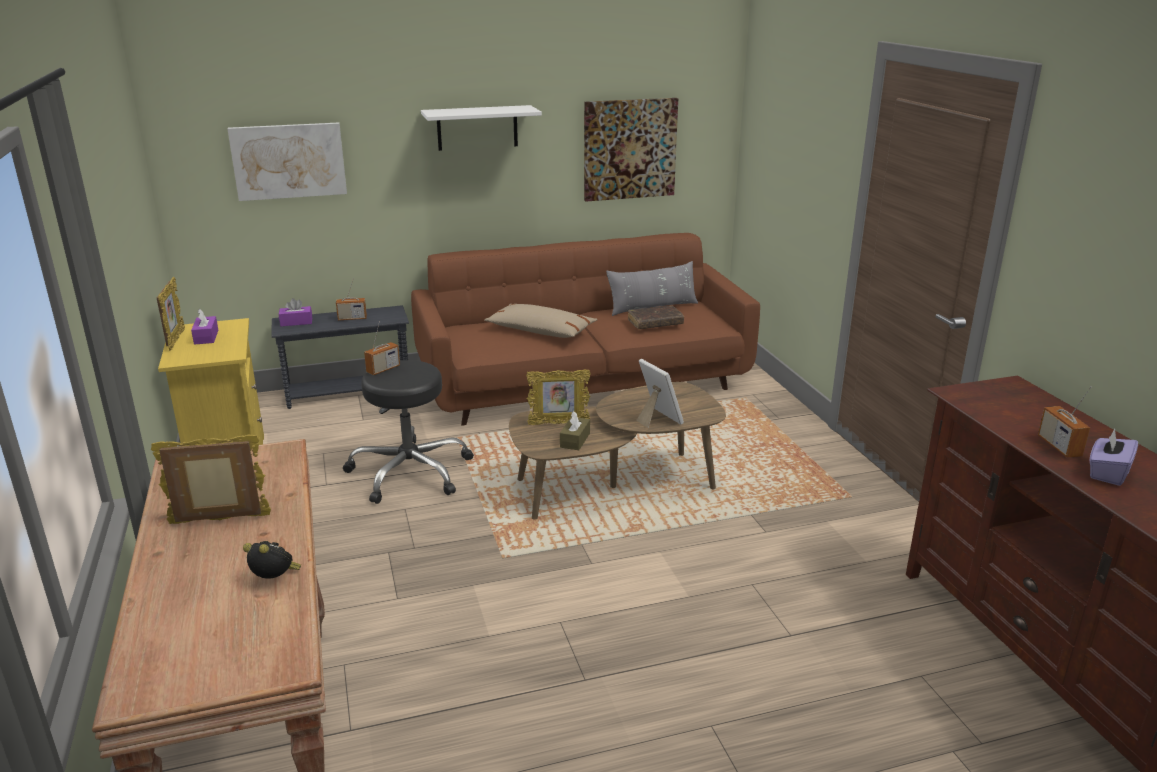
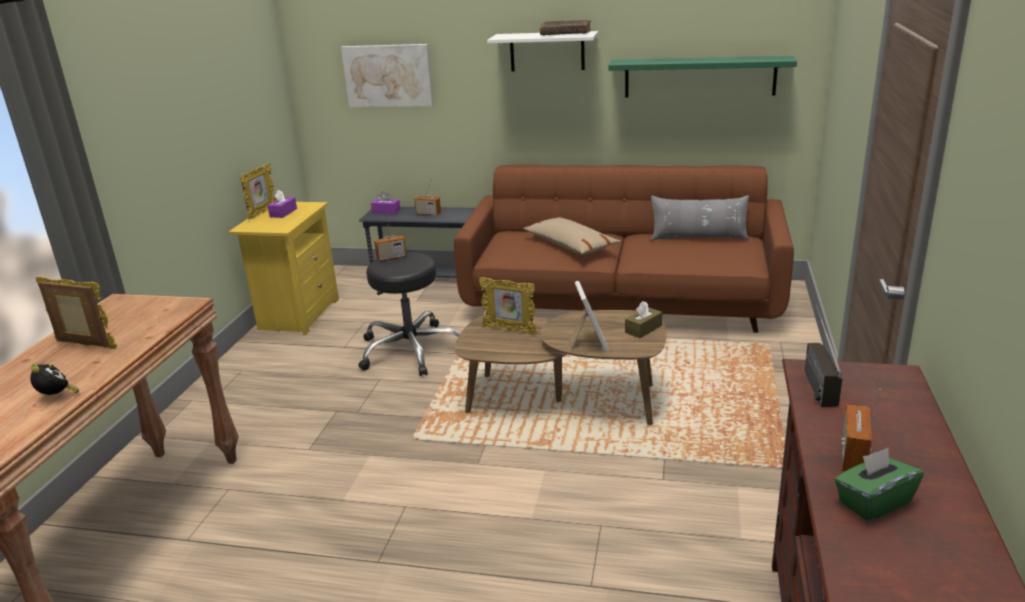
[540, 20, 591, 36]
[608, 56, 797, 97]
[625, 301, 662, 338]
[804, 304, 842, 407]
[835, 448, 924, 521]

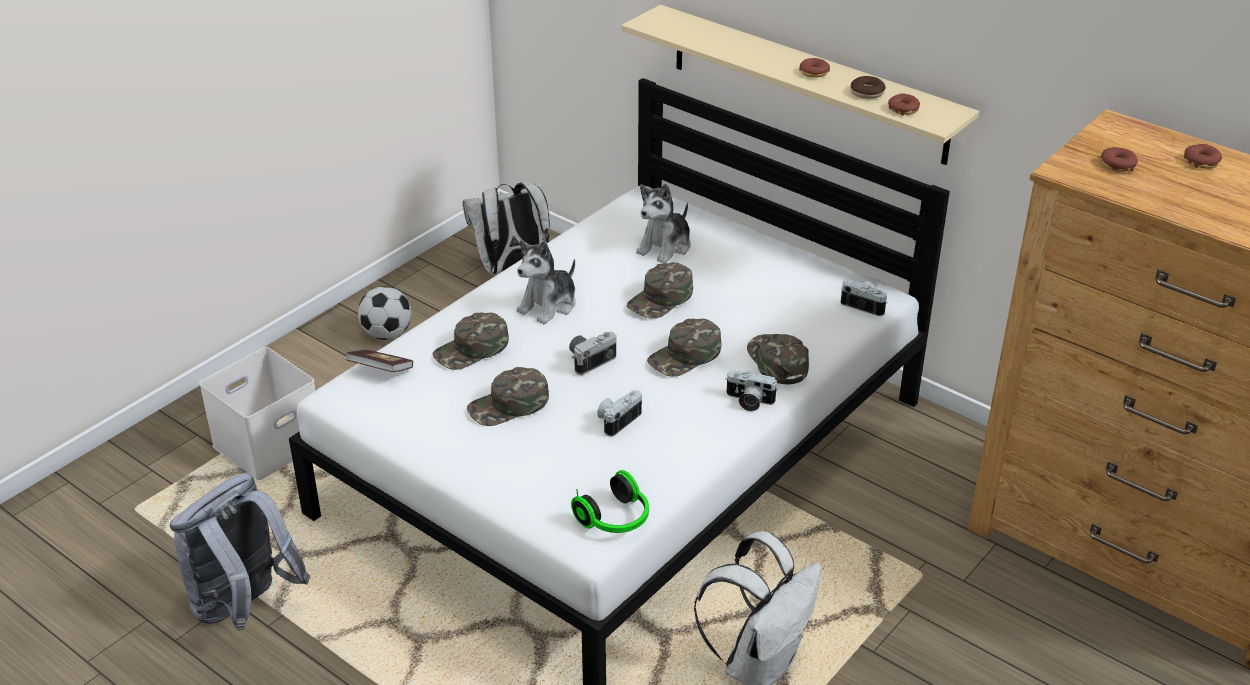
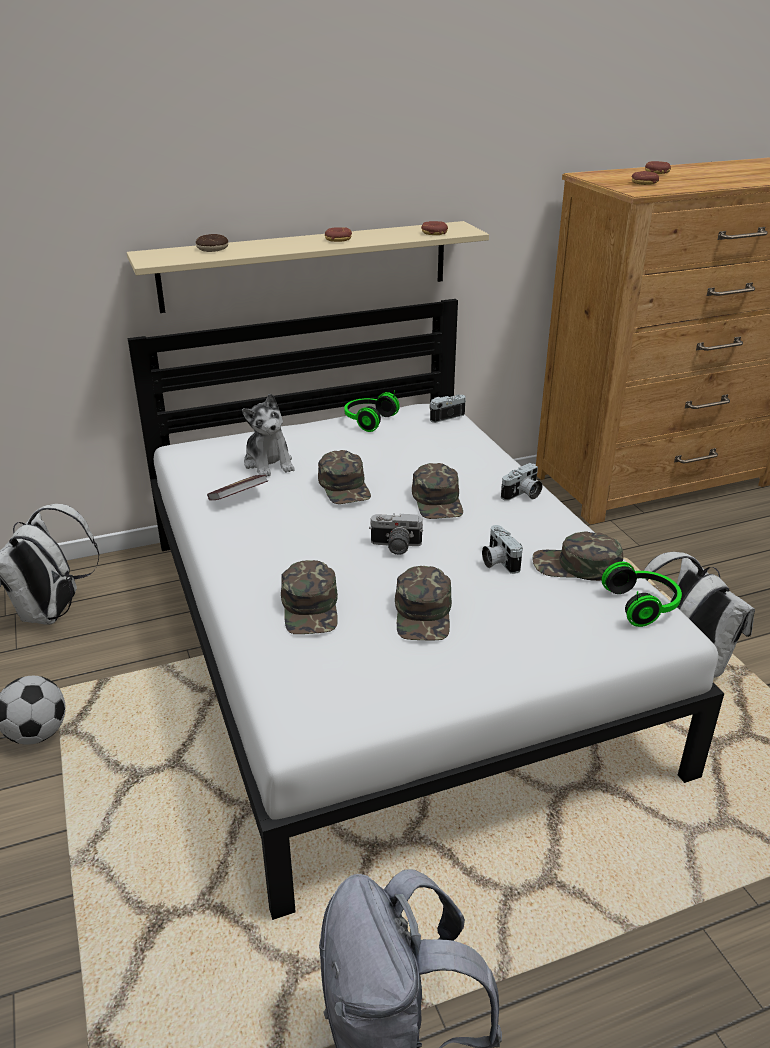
[196, 234, 228, 252]
[207, 475, 268, 500]
[344, 390, 400, 432]
[369, 513, 423, 555]
[533, 532, 623, 581]
[199, 347, 315, 480] (first image)
[516, 240, 576, 324] (first image)

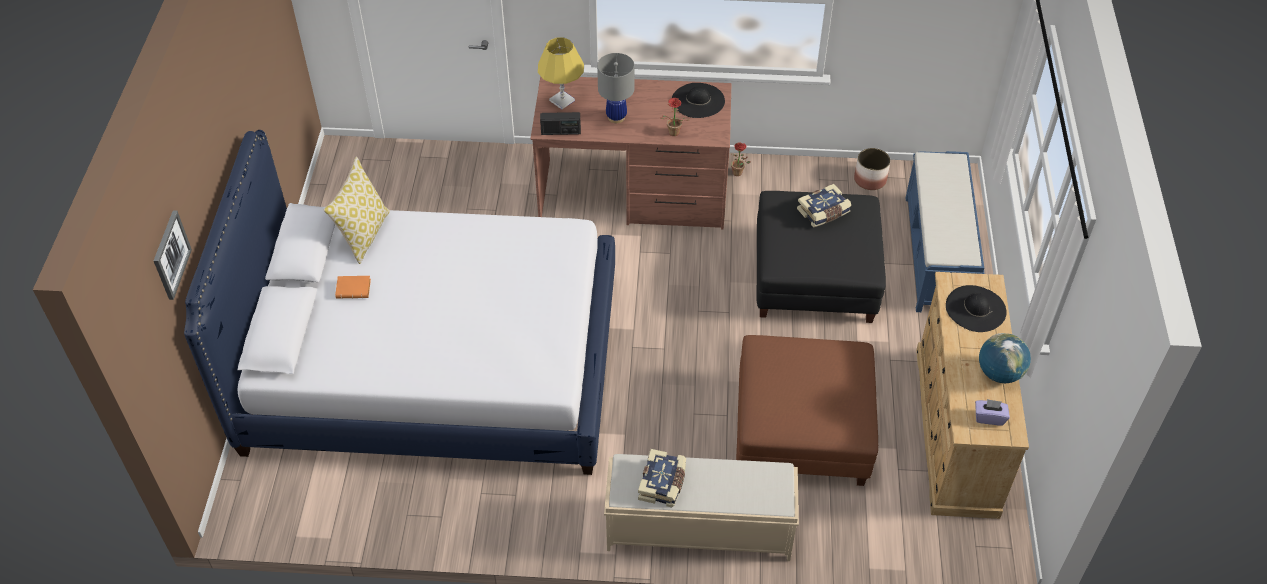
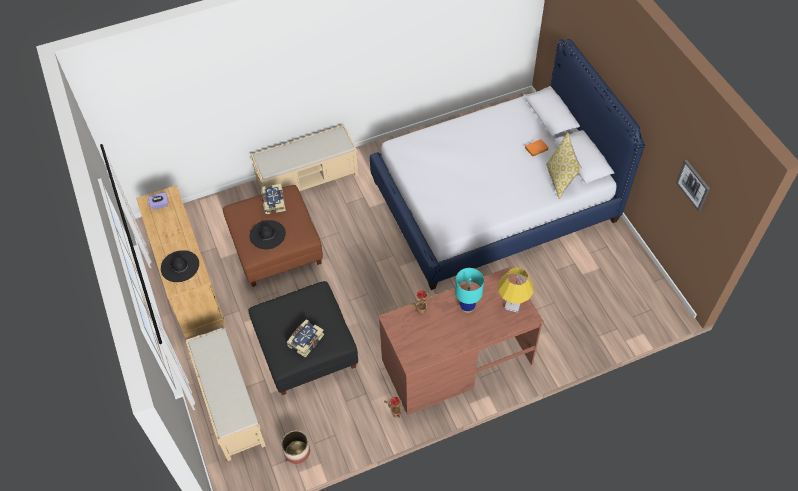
[186, 328, 266, 461]
[250, 220, 286, 249]
[261, 184, 286, 214]
[455, 268, 484, 313]
[676, 160, 710, 211]
[540, 112, 581, 135] (first image)
[979, 333, 1031, 383] (first image)

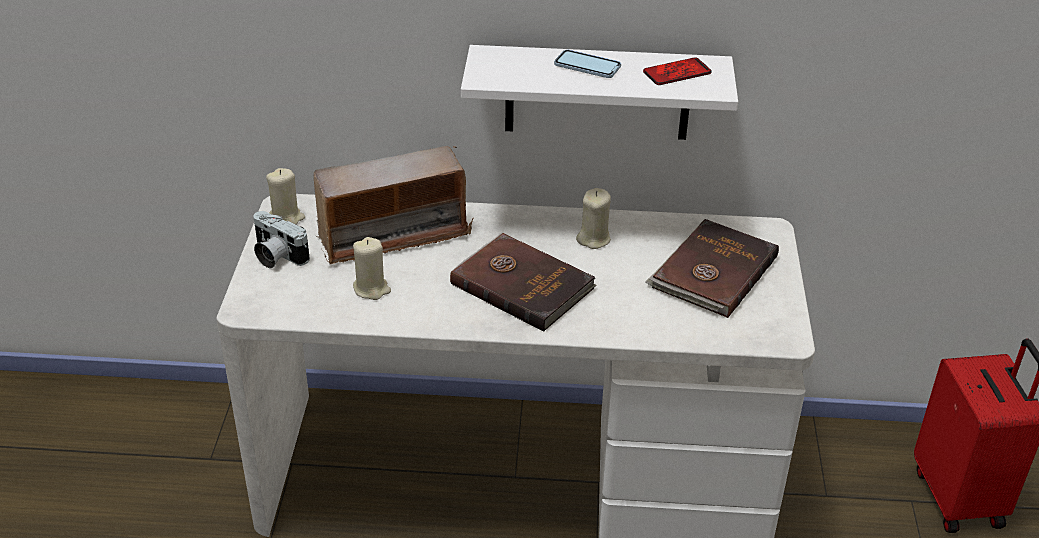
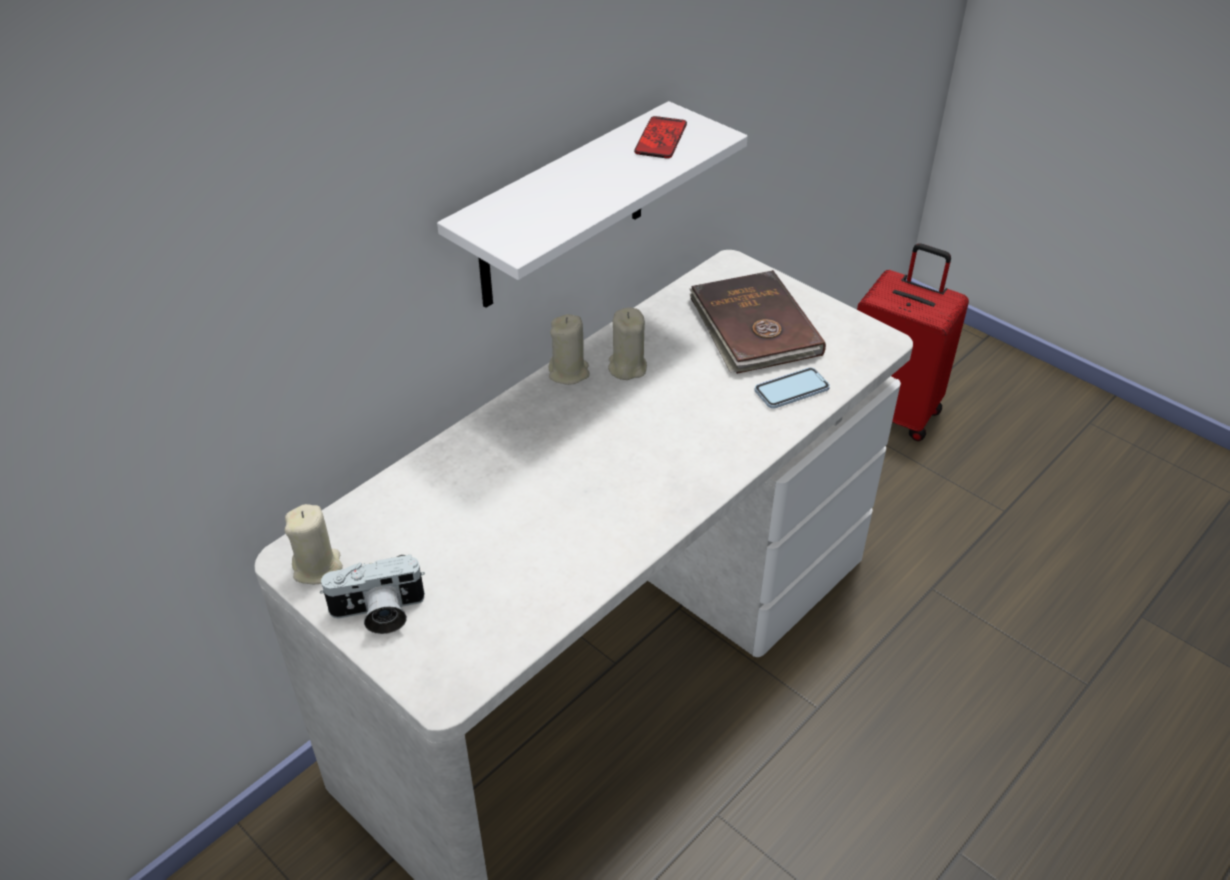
[549, 314, 590, 385]
[755, 368, 830, 409]
[314, 146, 473, 264] (first image)
[450, 232, 596, 332] (first image)

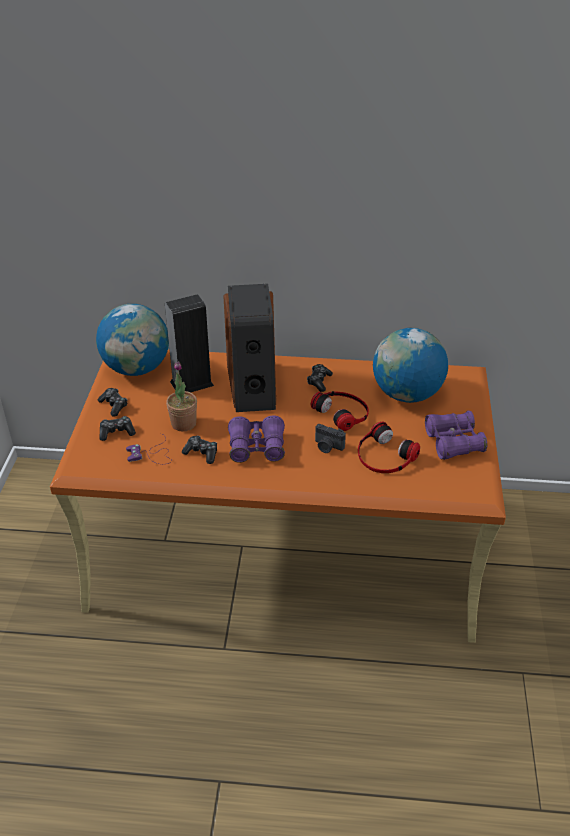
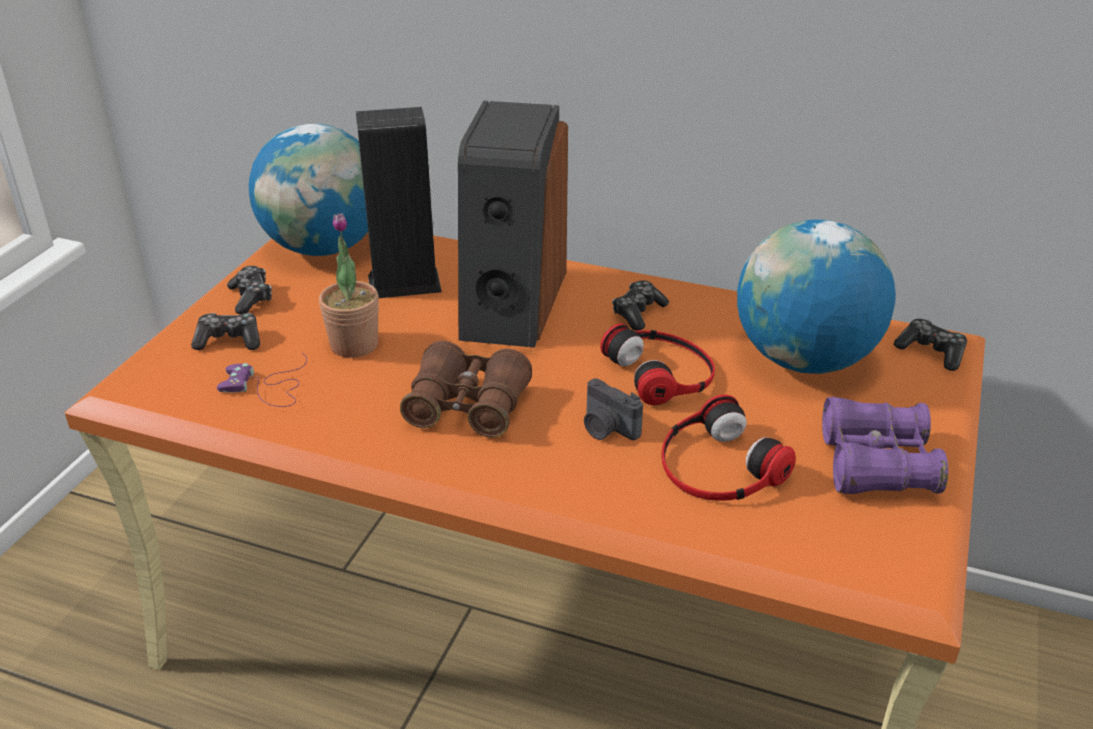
[400, 341, 532, 438]
[894, 319, 967, 371]

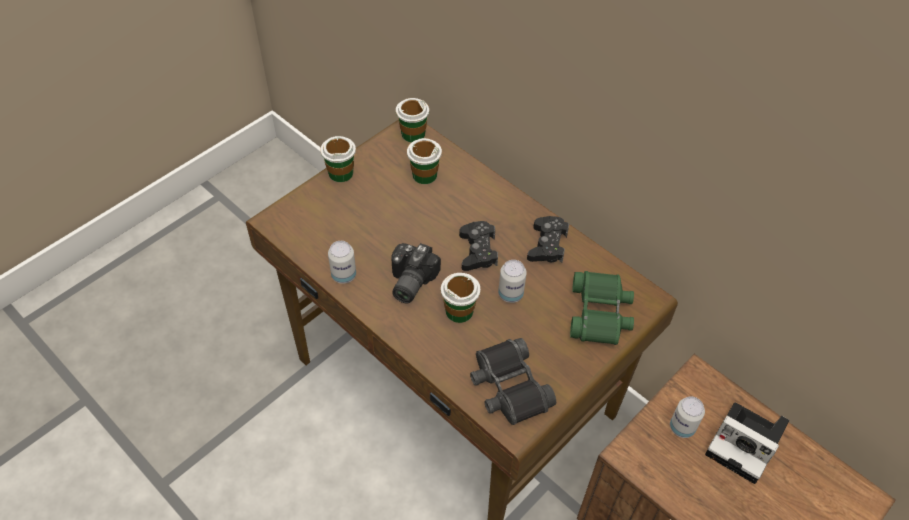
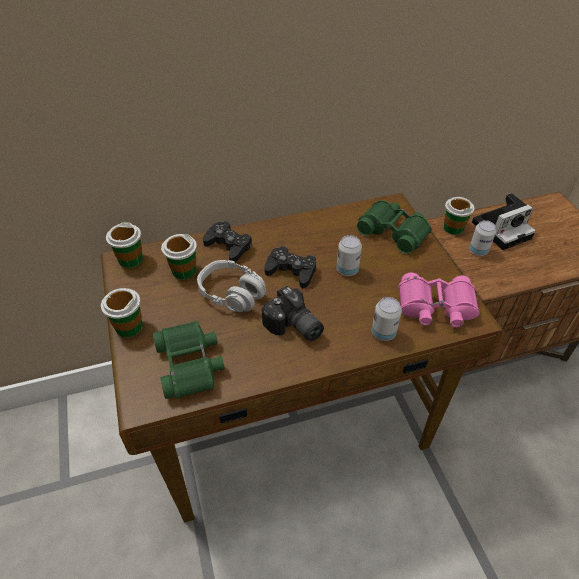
[153, 321, 225, 399]
[197, 260, 266, 312]
[203, 221, 252, 262]
[372, 297, 402, 341]
[399, 273, 480, 327]
[444, 197, 474, 235]

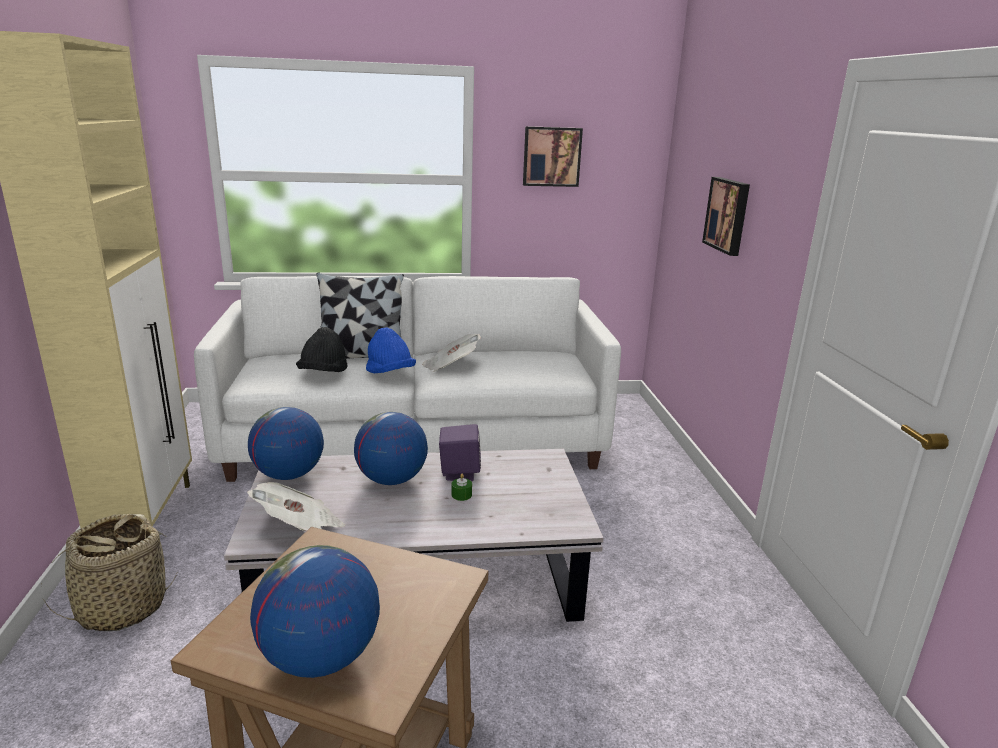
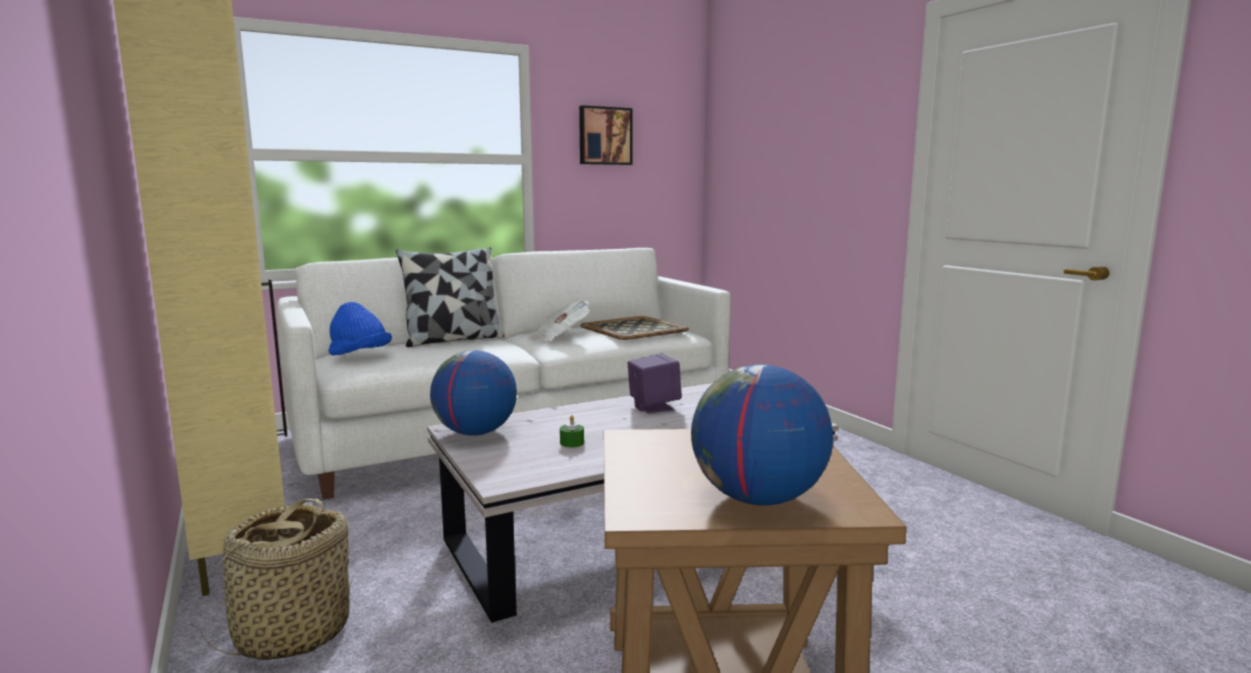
[329, 302, 392, 355]
[560, 415, 584, 448]
[581, 316, 689, 340]
[247, 482, 346, 531] (first image)
[296, 327, 347, 372] (first image)
[354, 412, 428, 485] (first image)
[702, 177, 750, 256] (first image)

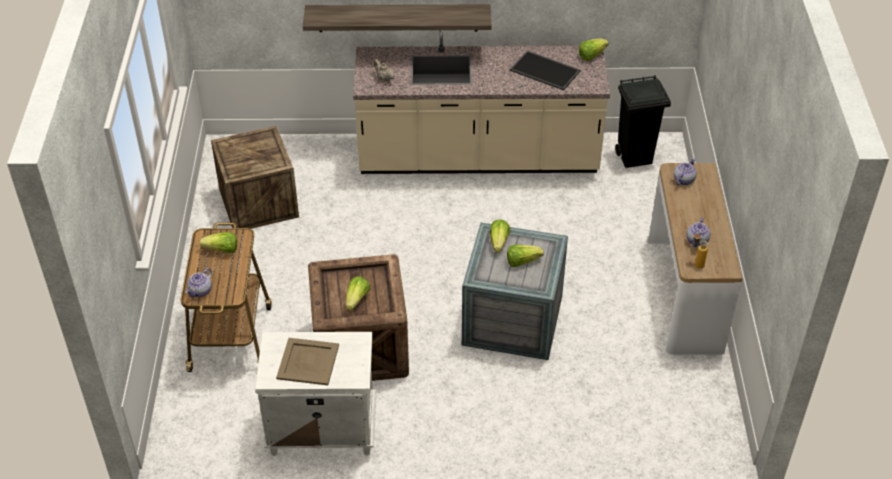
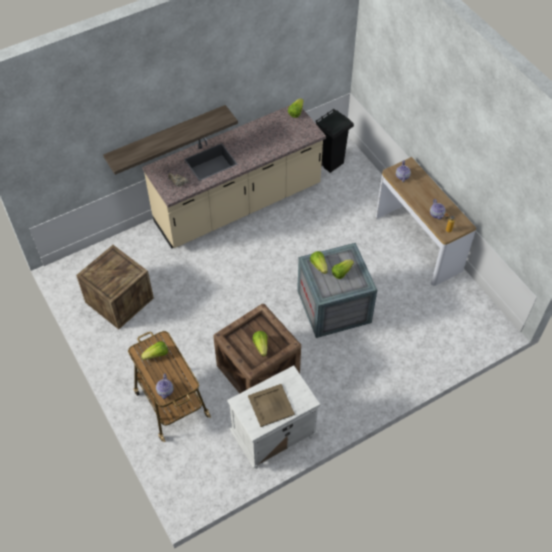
[510, 50, 581, 91] (first image)

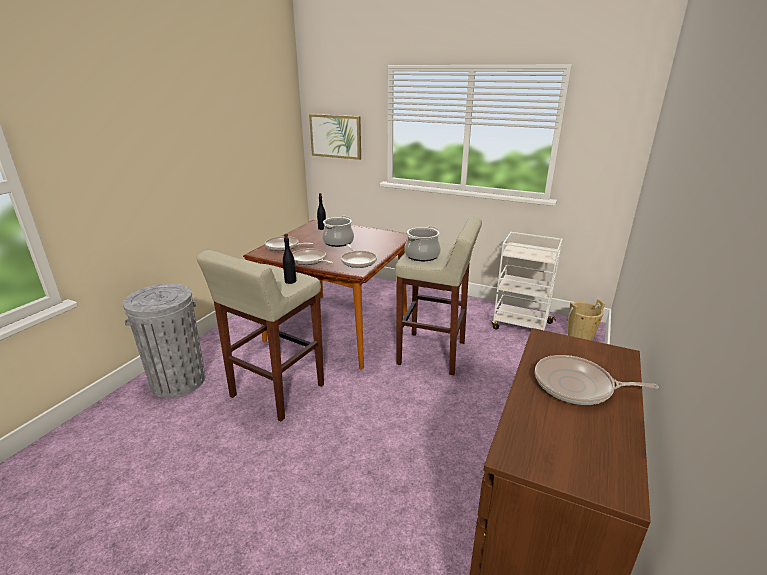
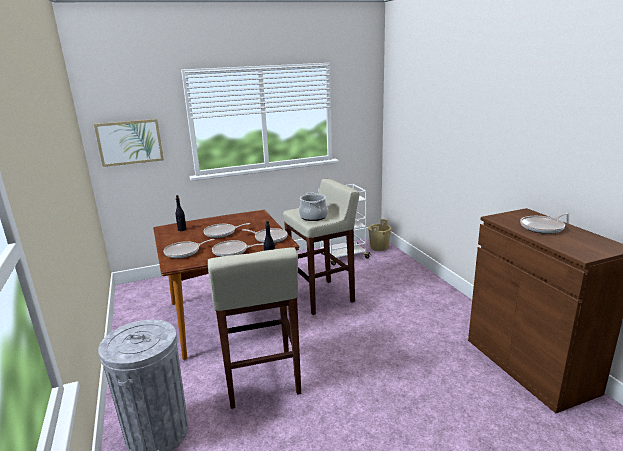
[203, 223, 250, 238]

